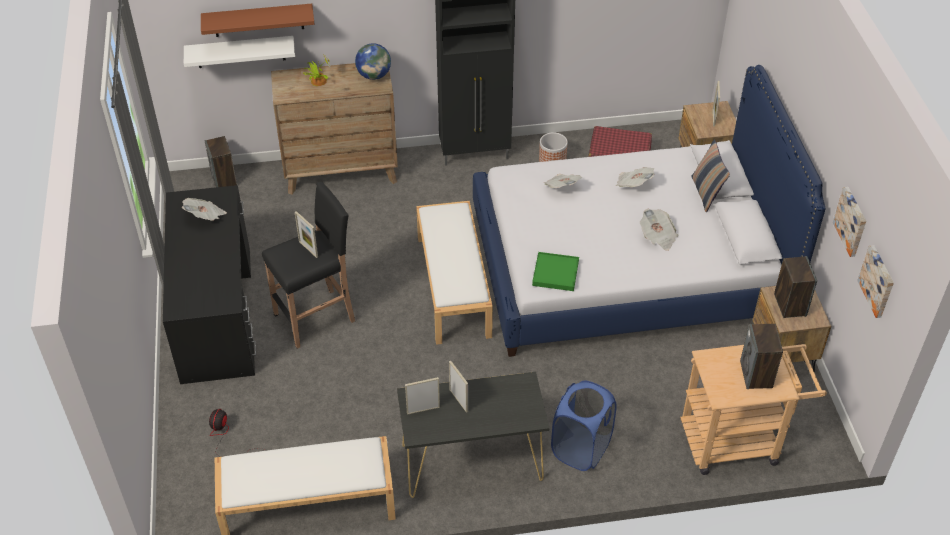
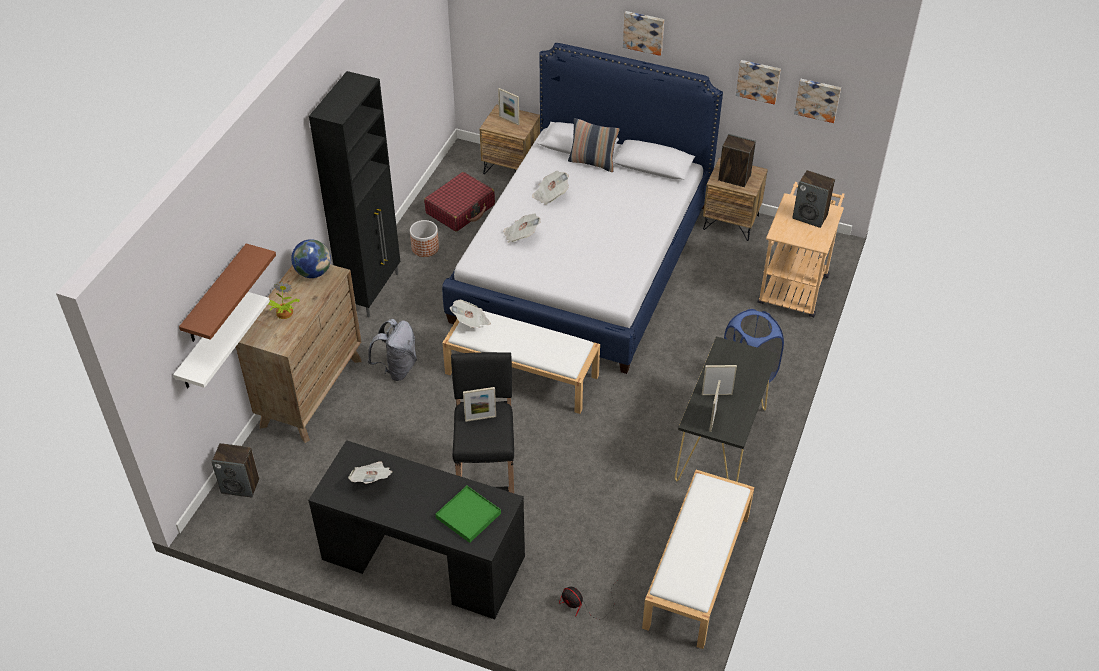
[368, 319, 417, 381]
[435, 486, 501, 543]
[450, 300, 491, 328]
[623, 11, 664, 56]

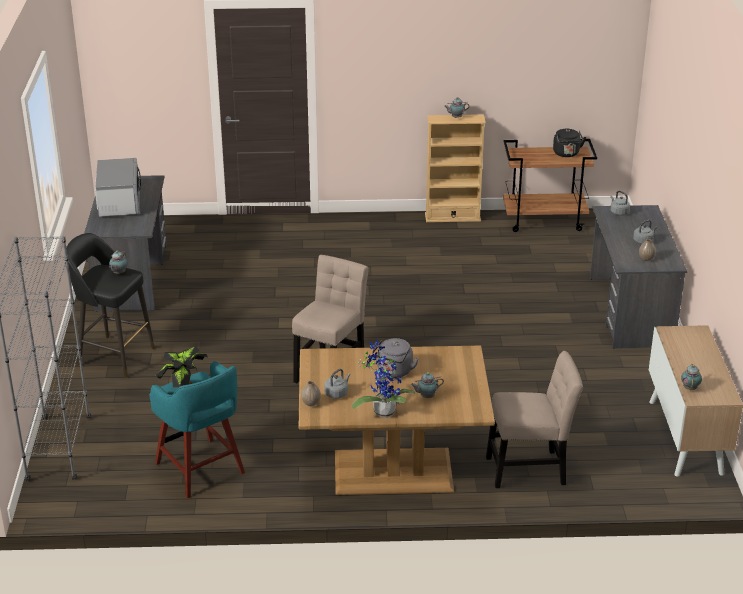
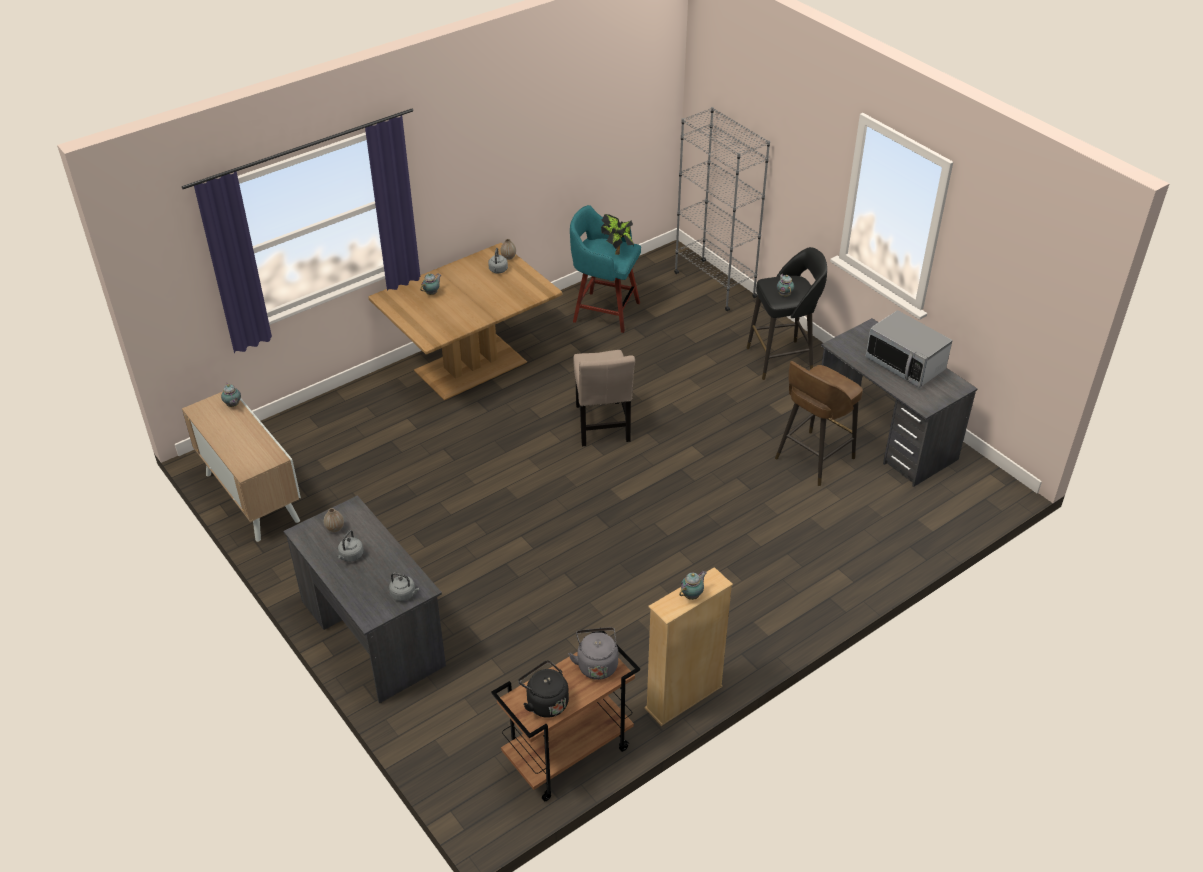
[568, 627, 618, 680]
[775, 361, 863, 486]
[352, 339, 415, 418] (first image)
[486, 351, 583, 488] (first image)

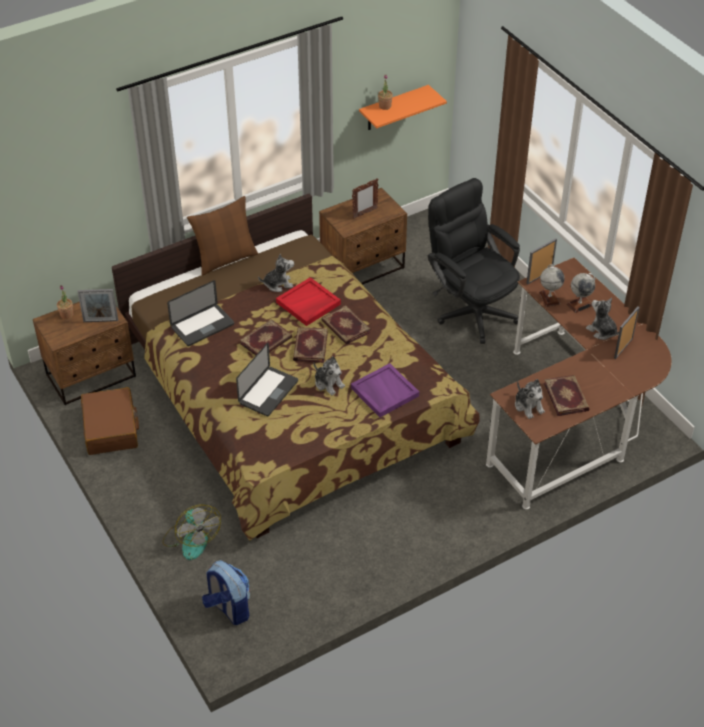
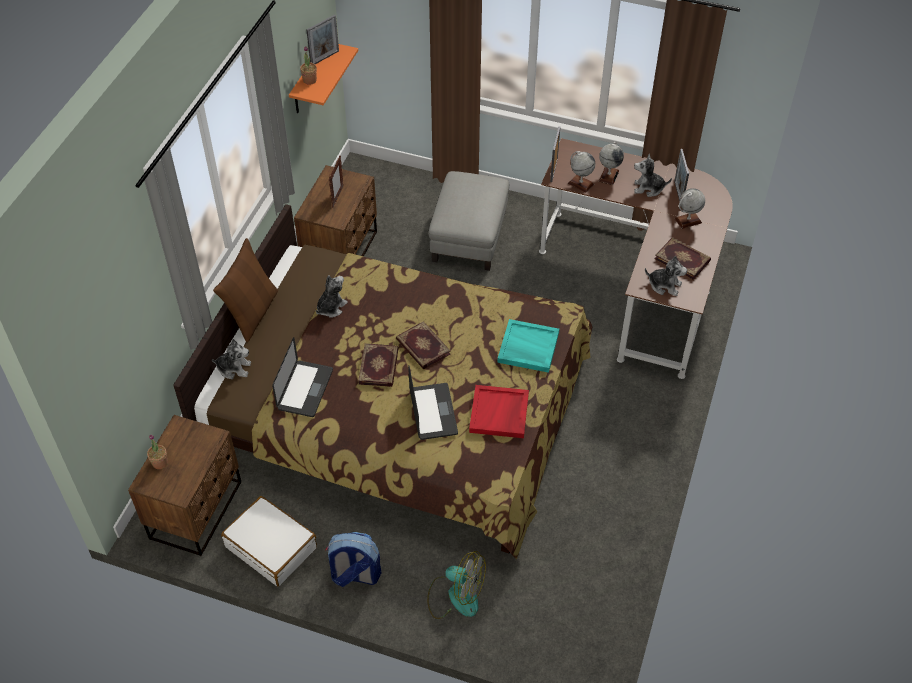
[212, 339, 251, 379]
[221, 496, 317, 586]
[306, 15, 339, 64]
[326, 532, 381, 587]
[429, 171, 510, 271]
[469, 385, 529, 438]
[497, 319, 559, 373]
[675, 188, 705, 229]
[321, 305, 371, 345] (first image)

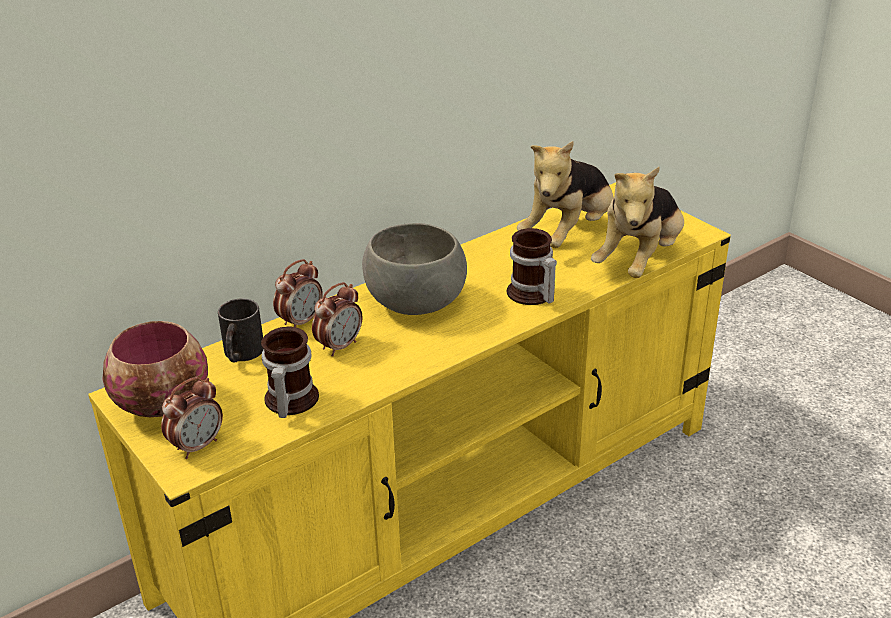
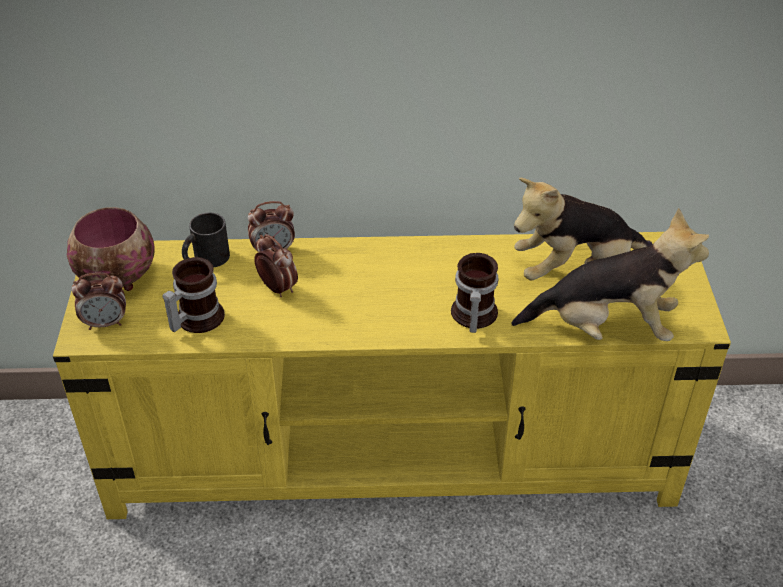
[254, 234, 298, 297]
[511, 208, 709, 341]
[362, 223, 467, 315] (first image)

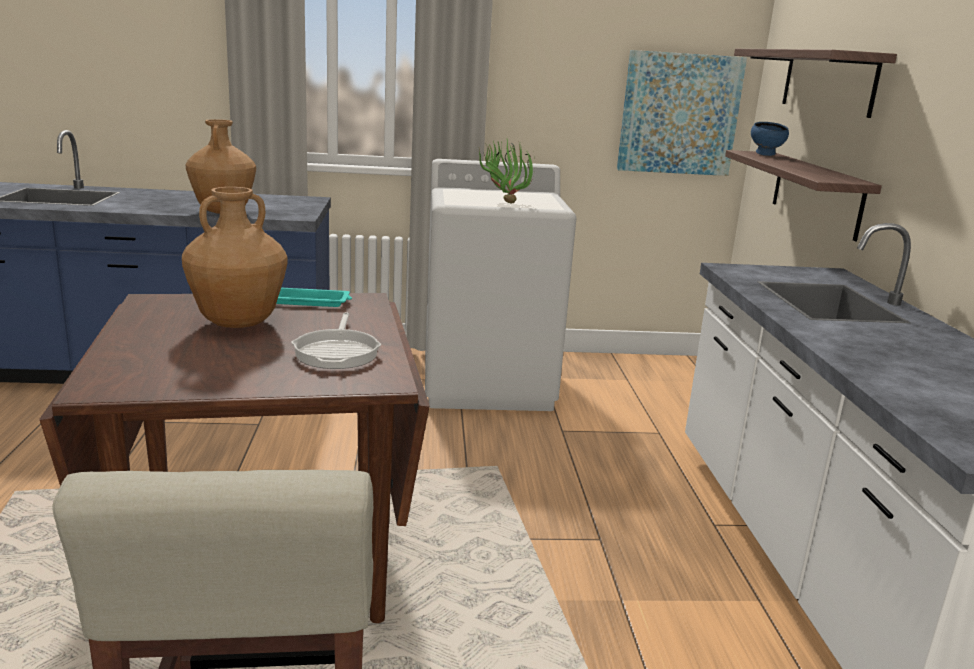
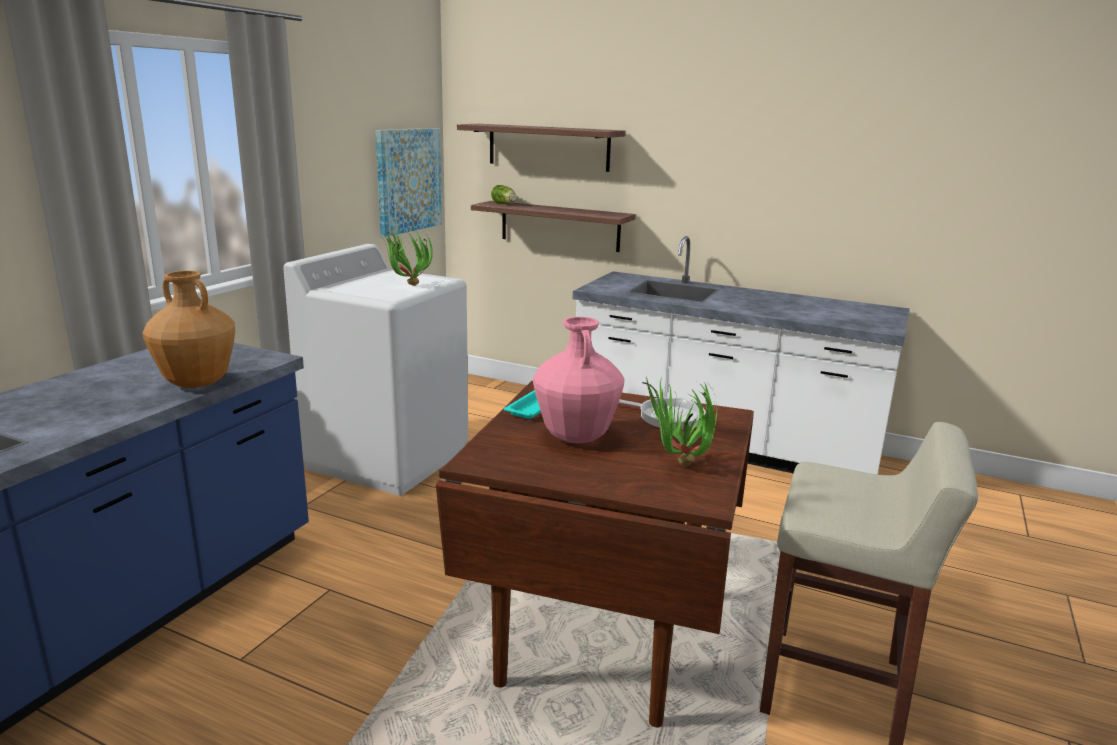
[491, 185, 516, 204]
[533, 317, 624, 443]
[640, 377, 717, 466]

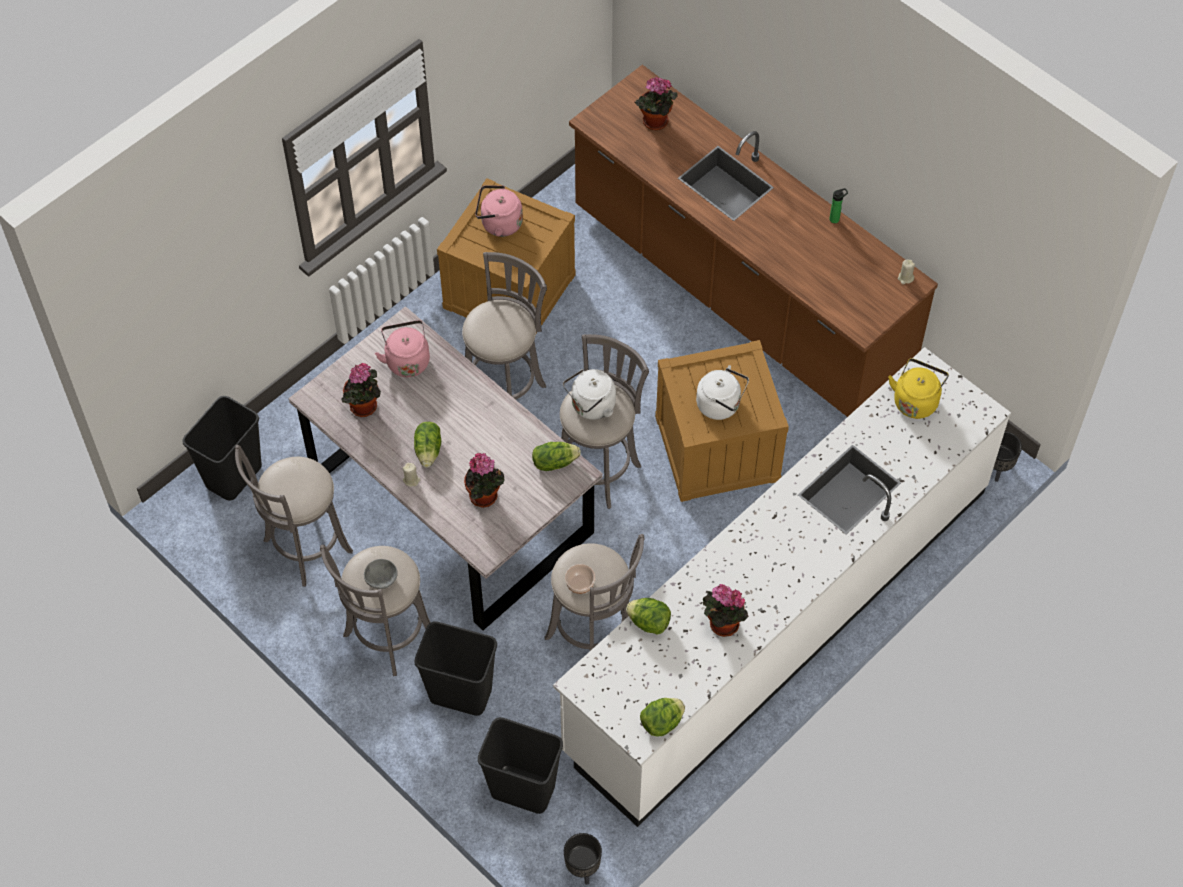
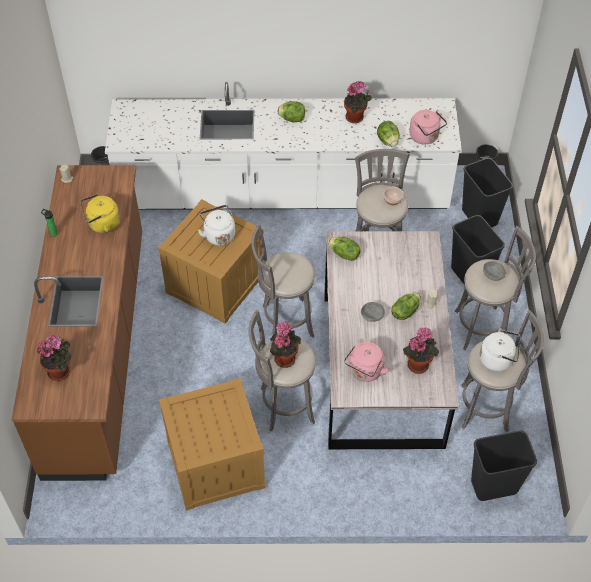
[80, 194, 120, 233]
[270, 321, 301, 368]
[277, 101, 305, 122]
[361, 302, 385, 322]
[409, 110, 447, 144]
[480, 328, 520, 371]

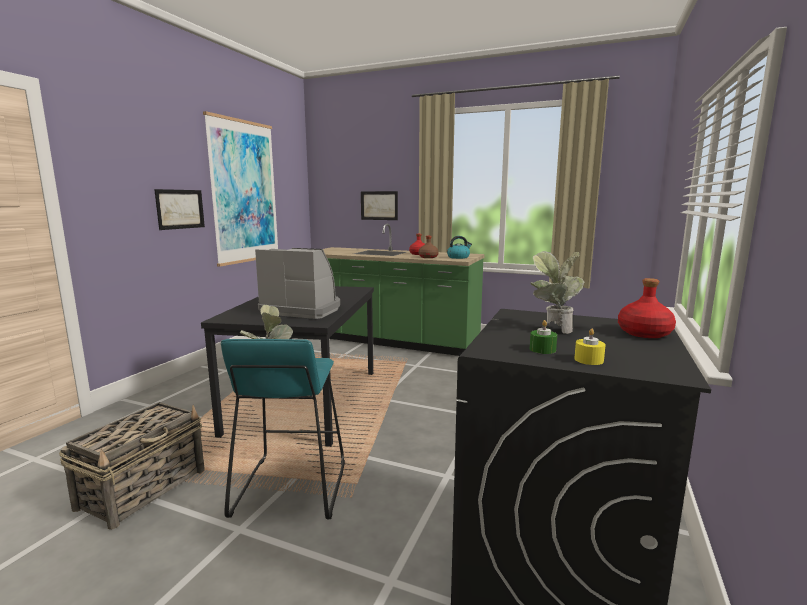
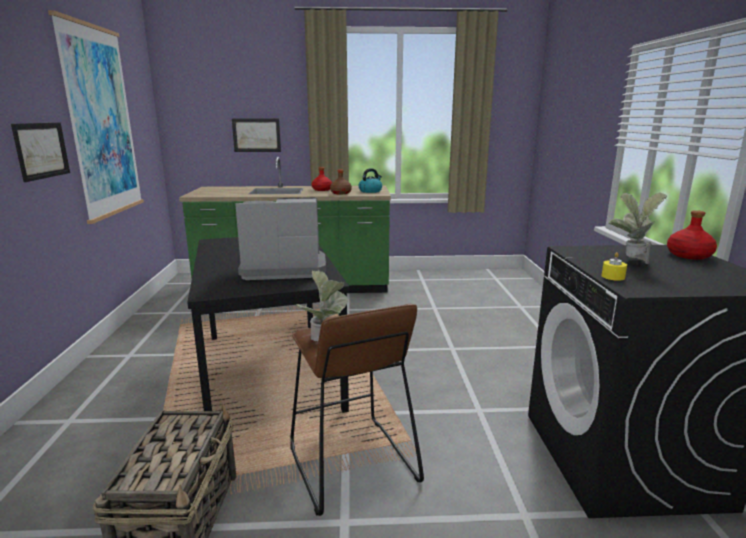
[290, 304, 424, 516]
[601, 252, 627, 281]
[530, 320, 557, 354] (first image)

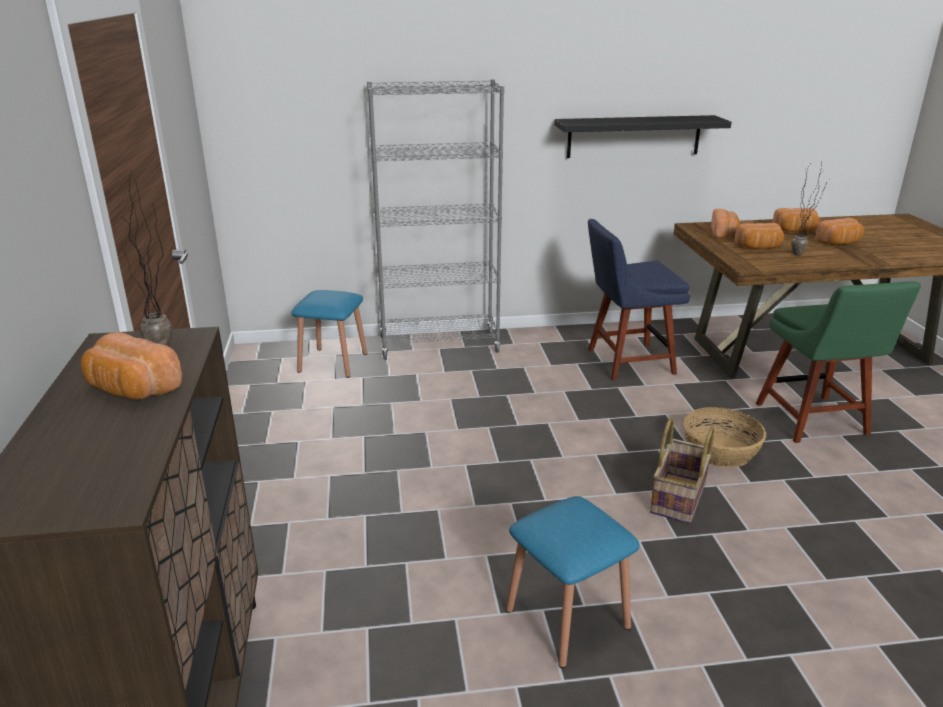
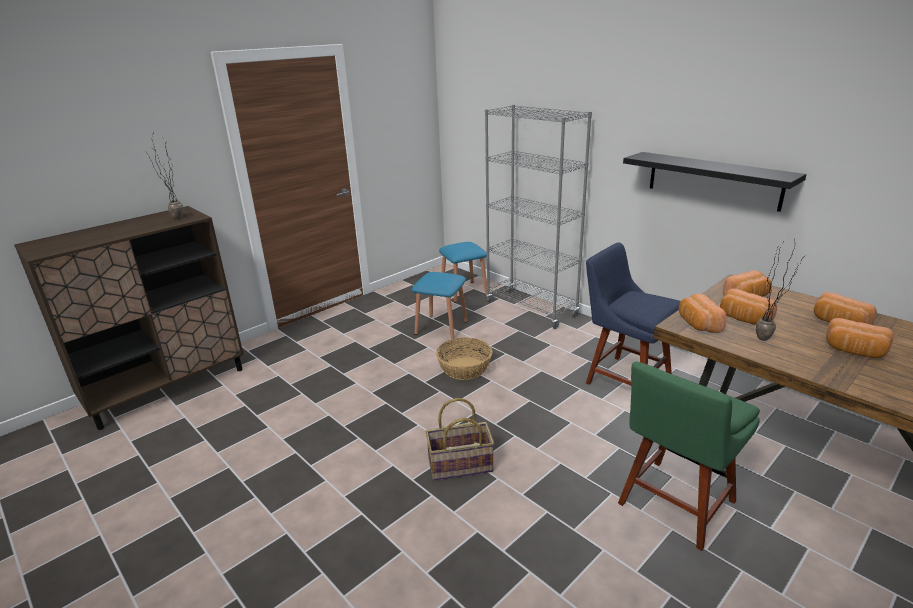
[412, 272, 468, 341]
[436, 337, 493, 380]
[679, 293, 727, 333]

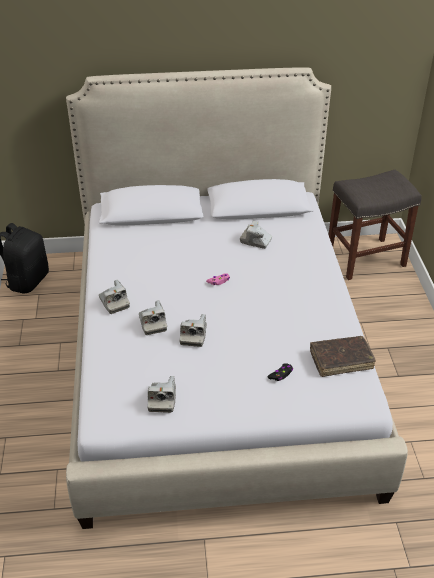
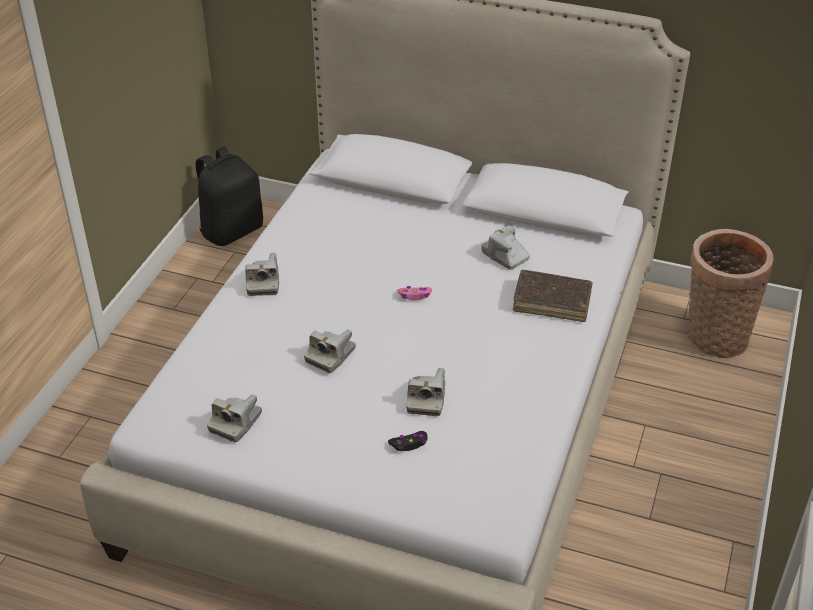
[406, 368, 445, 416]
[513, 270, 593, 322]
[688, 229, 774, 358]

